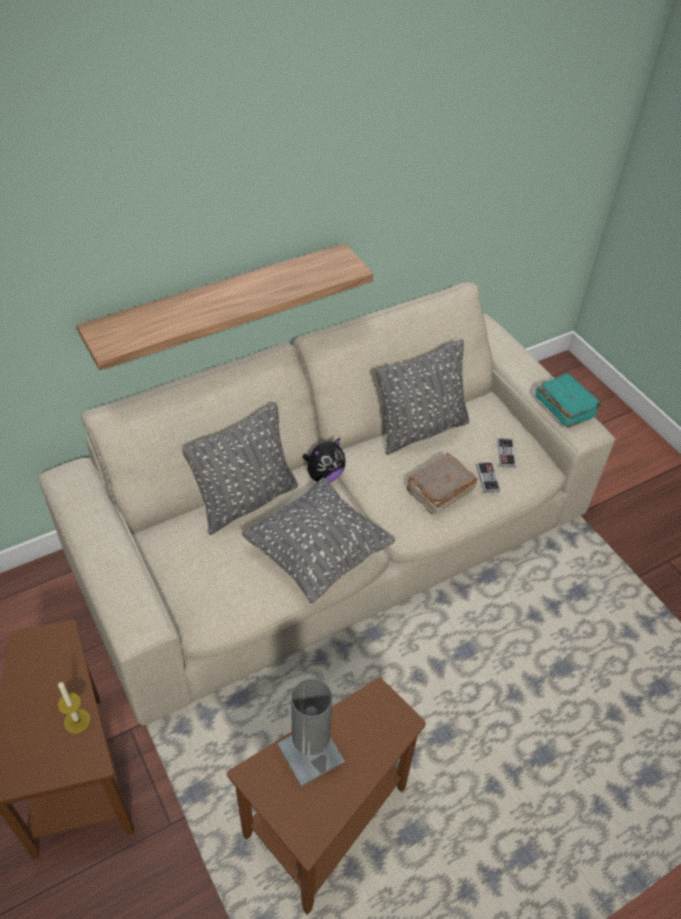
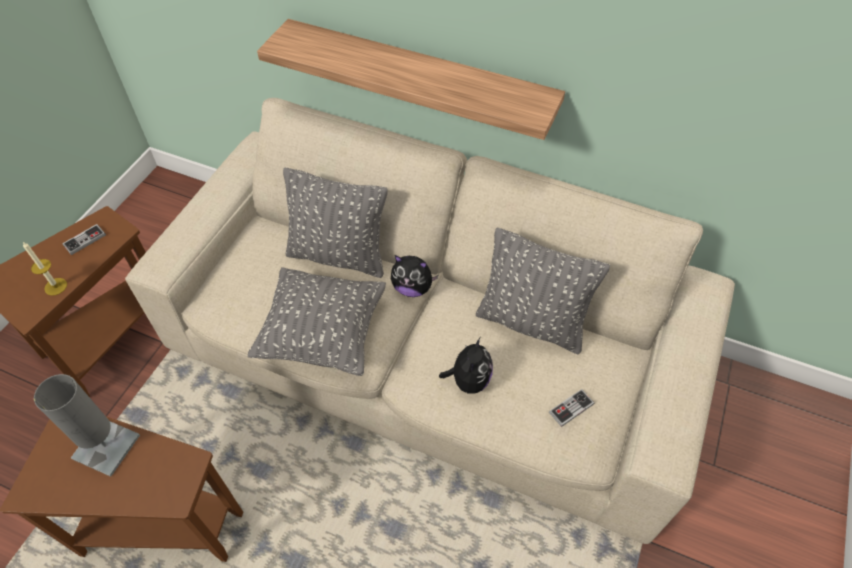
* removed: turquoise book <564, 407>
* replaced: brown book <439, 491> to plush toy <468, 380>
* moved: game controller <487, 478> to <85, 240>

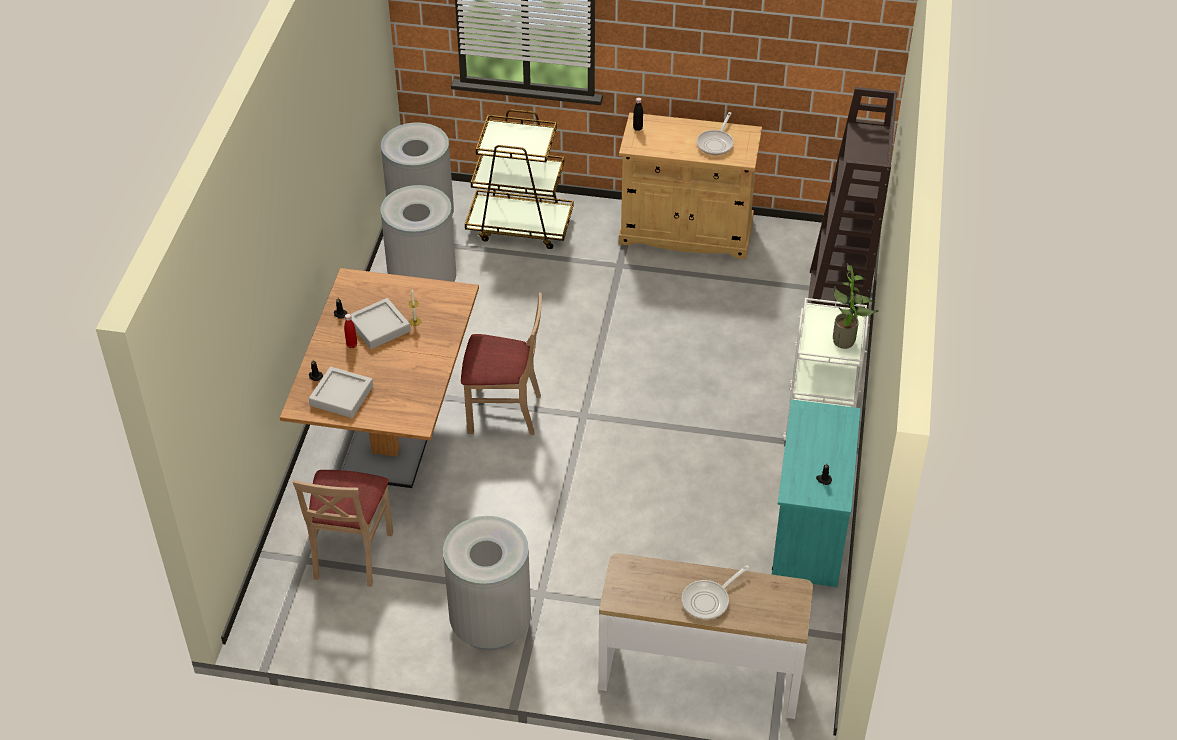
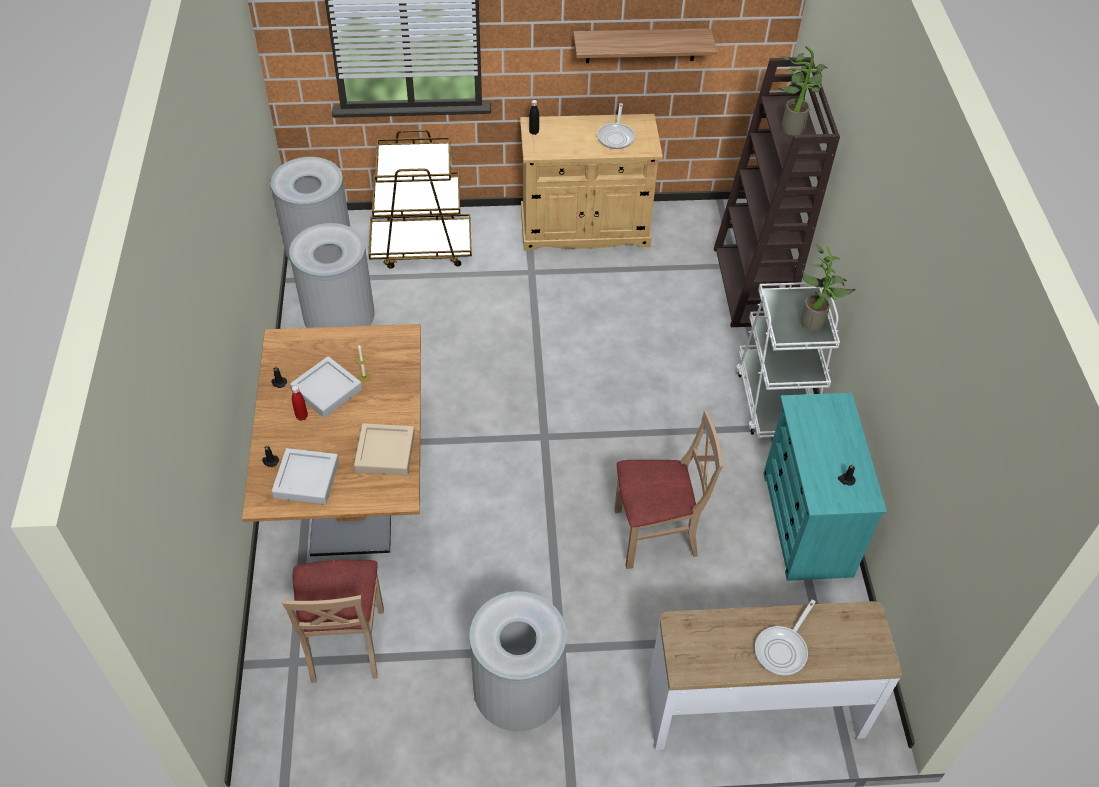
* moved: beige chair <504, 412> to <655, 534>
* added: shelf <641, 45>
* added: potted plant <793, 126>
* added: beige tray <385, 453>

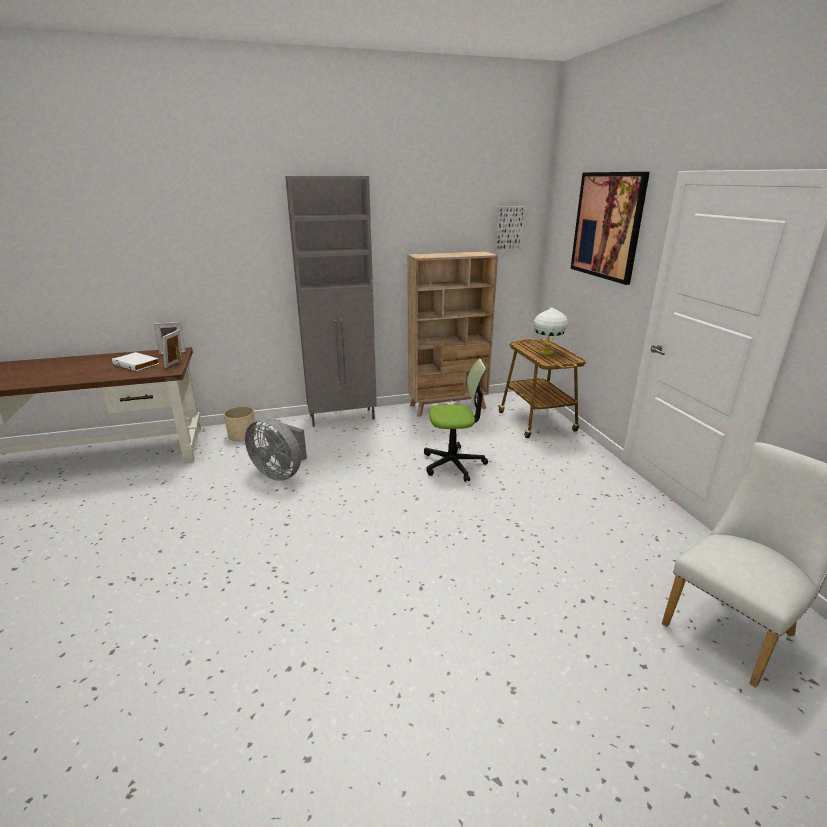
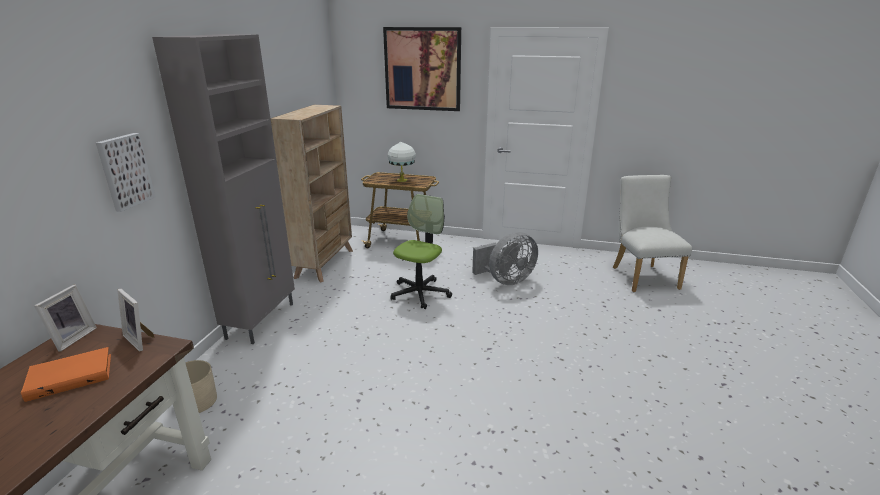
* moved: picture <508, 228> to <124, 171>
* recoloured: white book <137, 364> to orange book <71, 376>
* moved: grey fan <280, 473> to <506, 280>

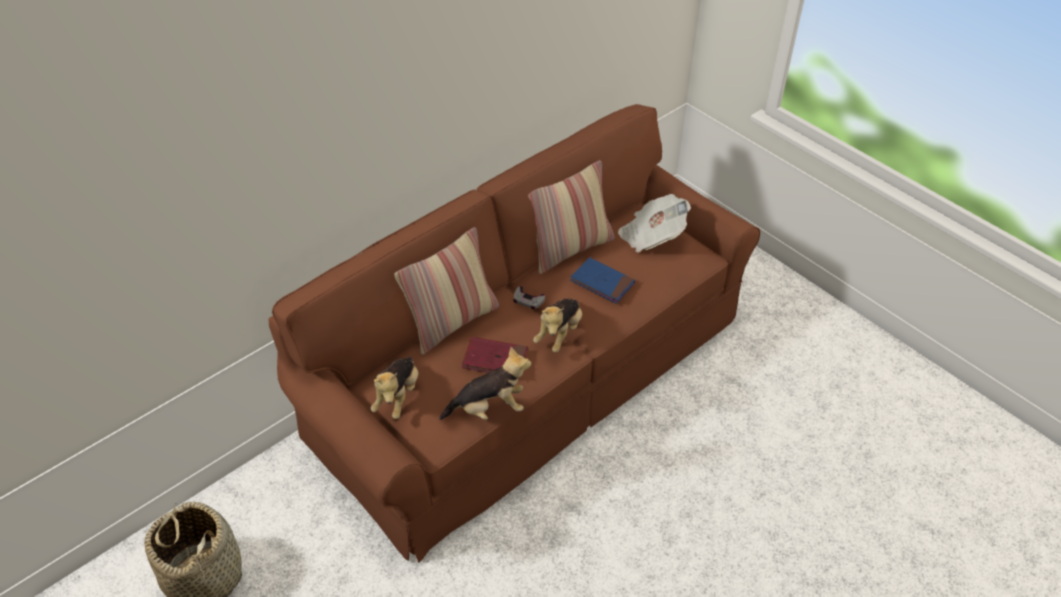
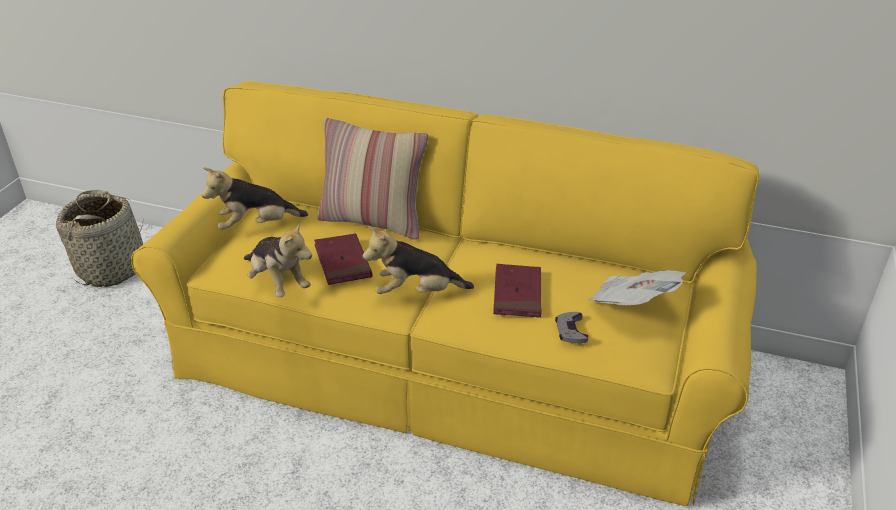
* recoloured: brown sofa <530, 376> to yellow sofa <449, 362>
* removed: pillow <569, 249>
* recoloured: blue book <602, 282> to red book <517, 293>
* moved: grey game controller <528, 300> to <570, 330>

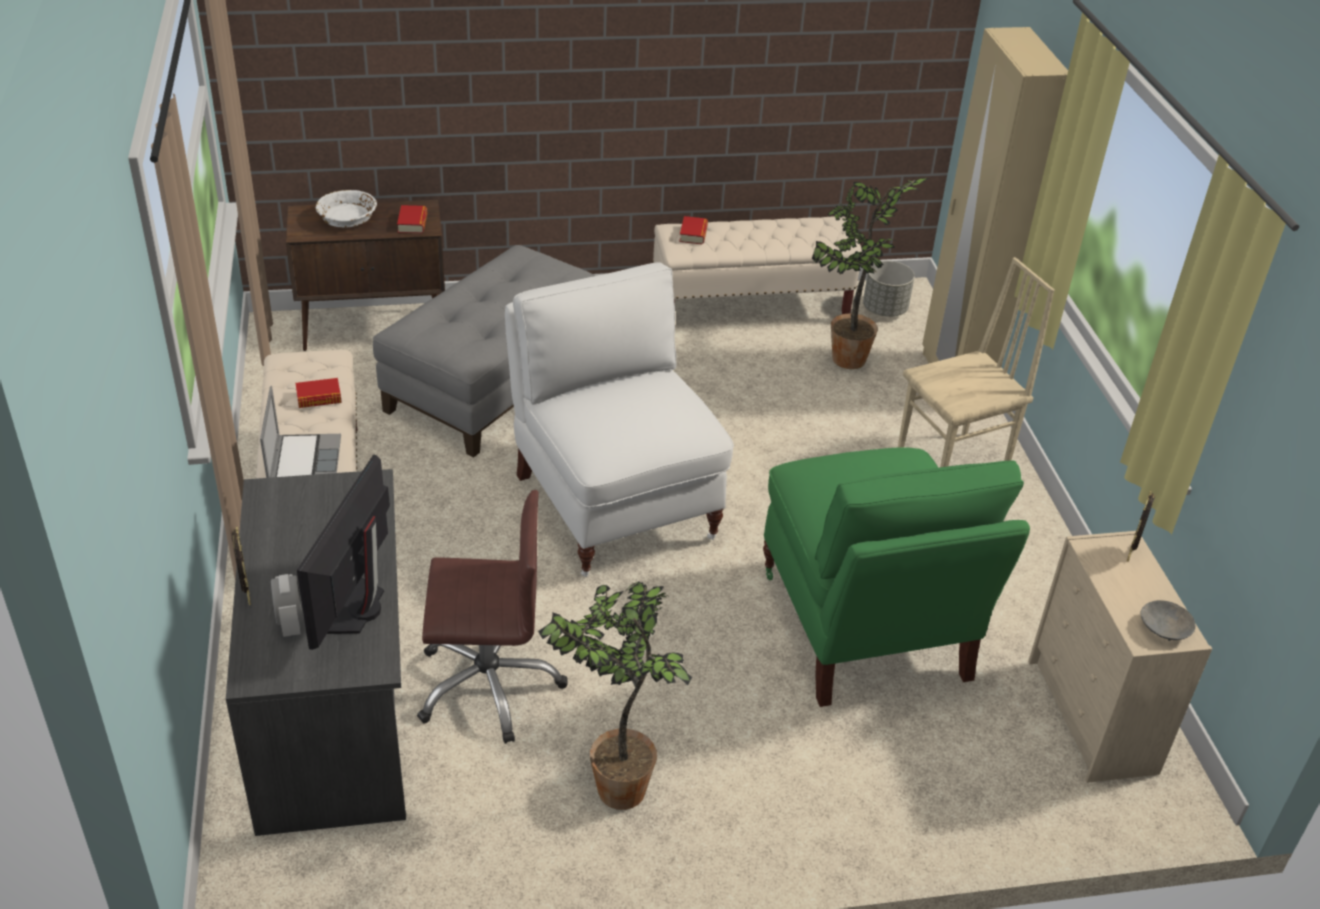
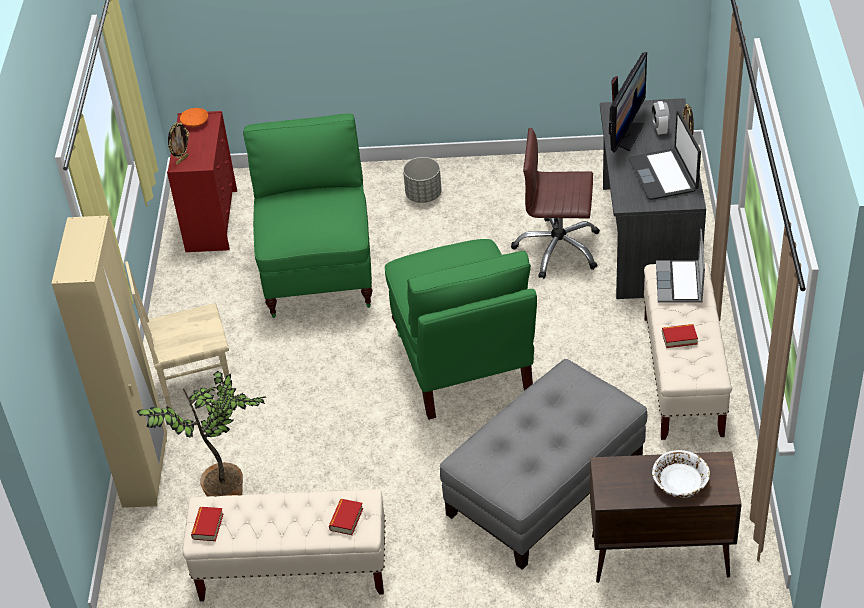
* moved: book <412, 223> to <208, 526>
* moved: grey planter <885, 309> to <423, 195>
* recoloured: white chair <614, 505> to green chair <463, 364>
* recoloured: beige dresser <1092, 717> to red dresser <211, 220>
* removed: potted plant <615, 786>
* recoloured: grey bowl <1165, 628> to orange bowl <194, 122>
* added: laptop <664, 175>

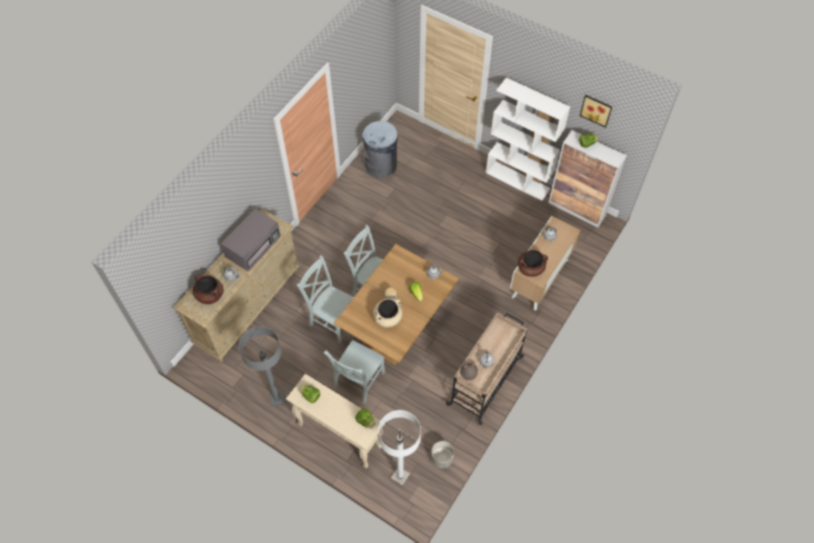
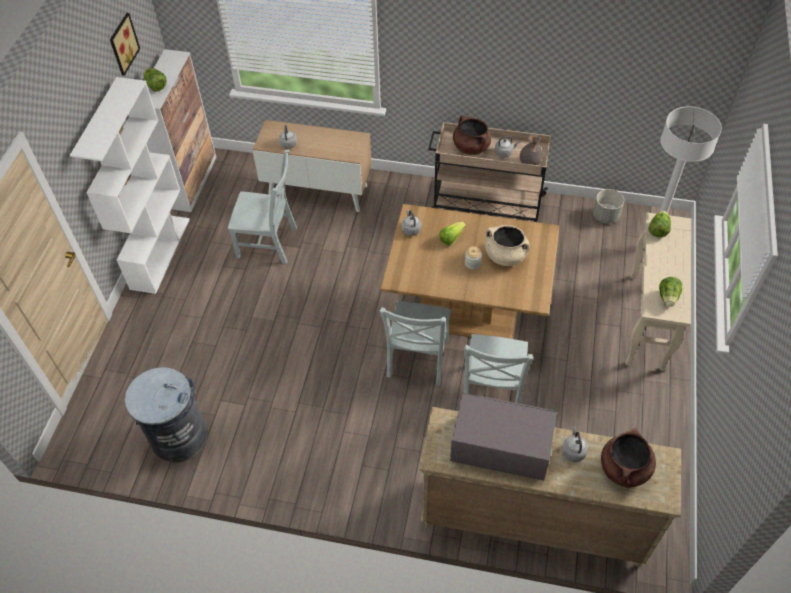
* moved: brown cooking pot <530, 268> to <470, 147>
* removed: grey floor lamp <277, 399>
* moved: grey chair <358, 381> to <270, 243>

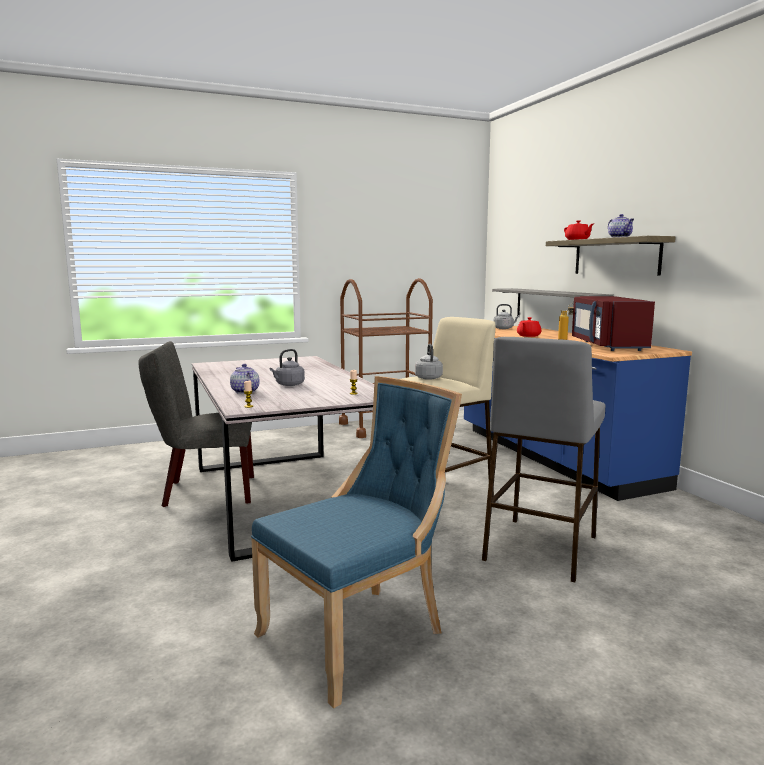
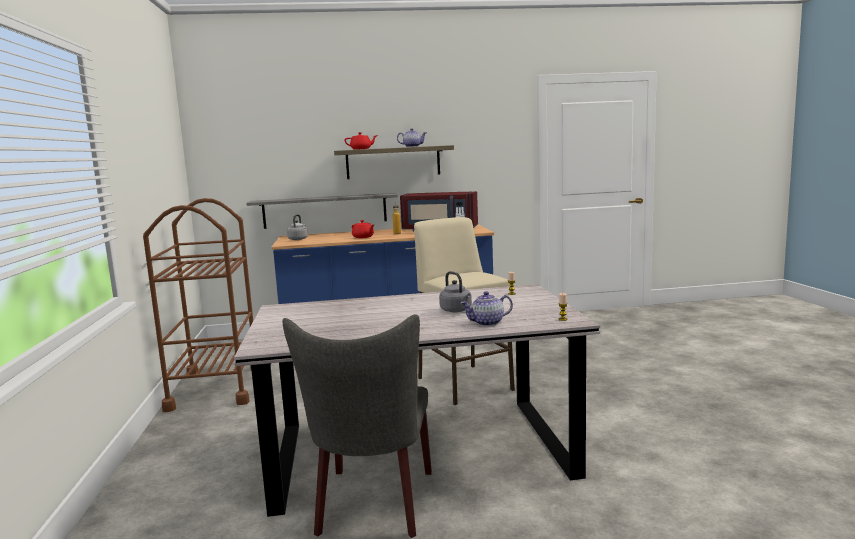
* removed: grey stool <540, 548>
* removed: grey kettle <428, 378>
* removed: blue chair <359, 634>

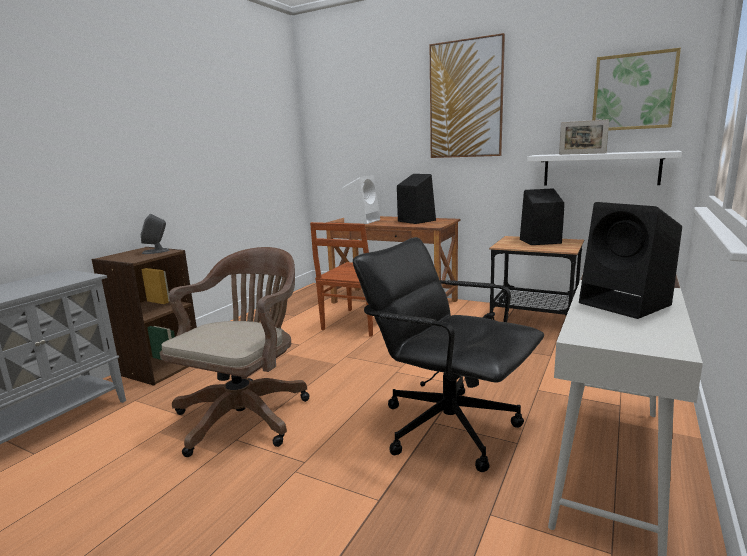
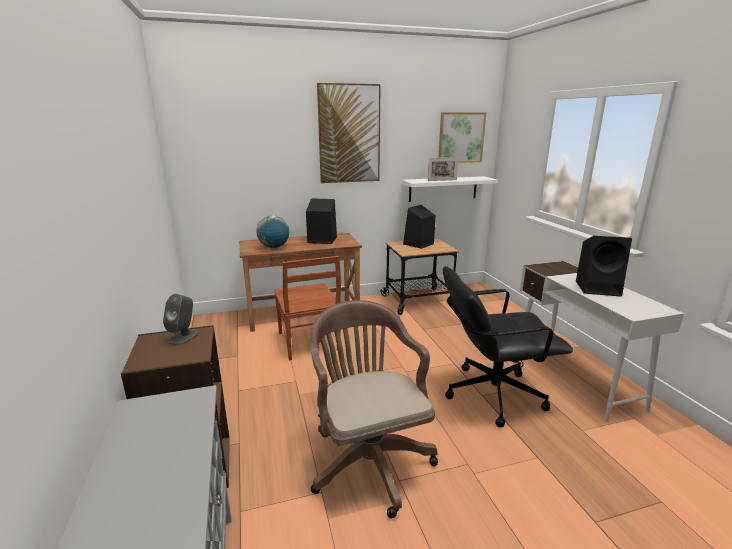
* replaced: white speaker <362, 221> to globe <274, 247>

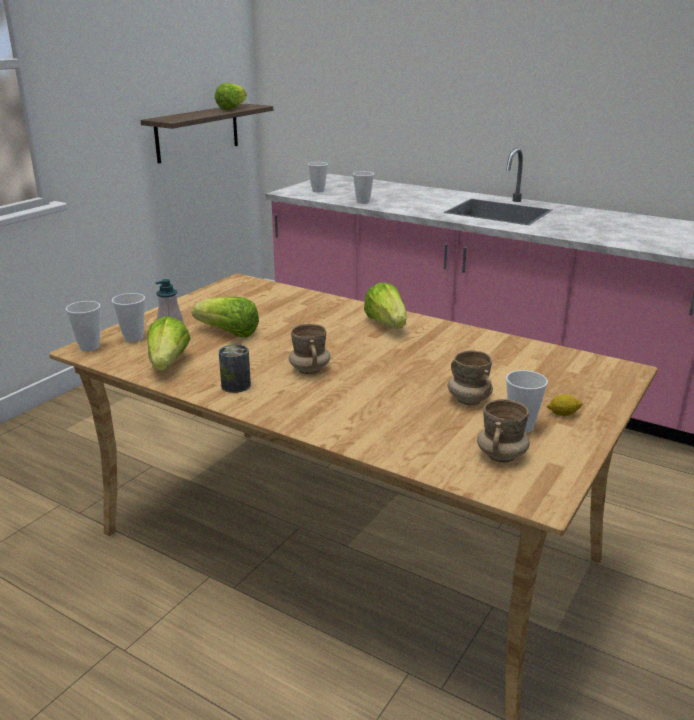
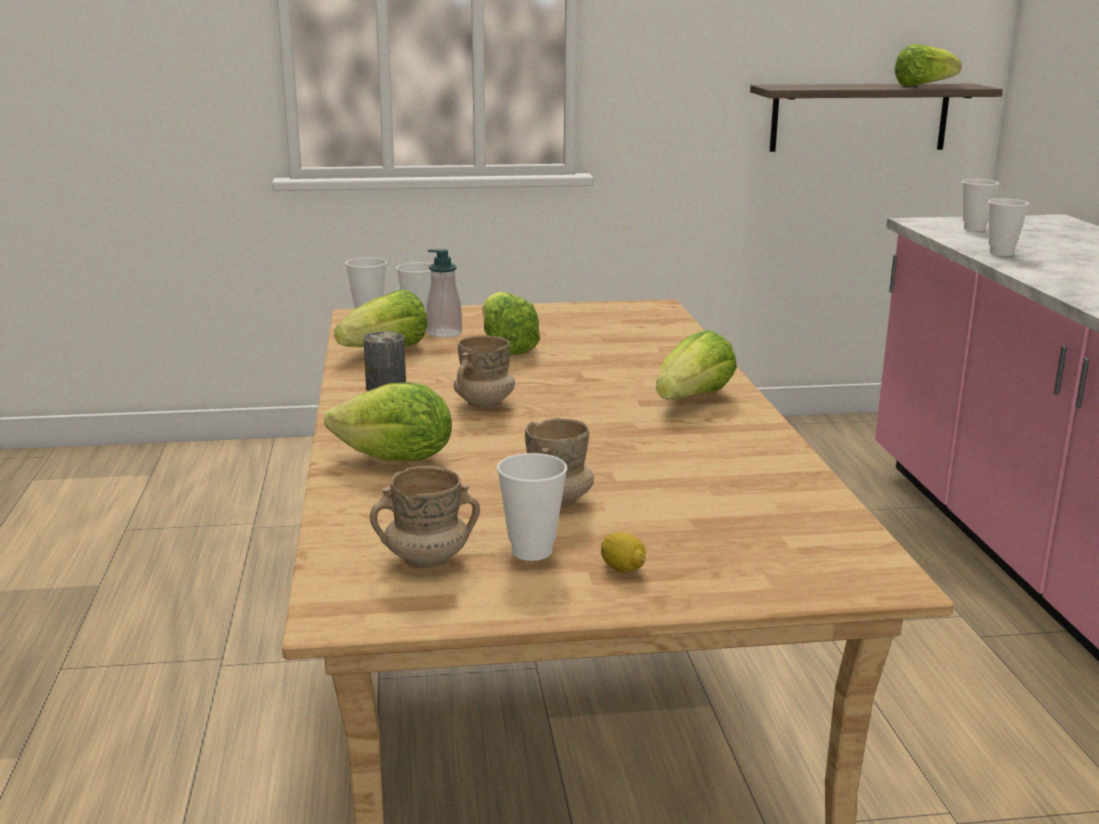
* added: lettuce <396, 460>

